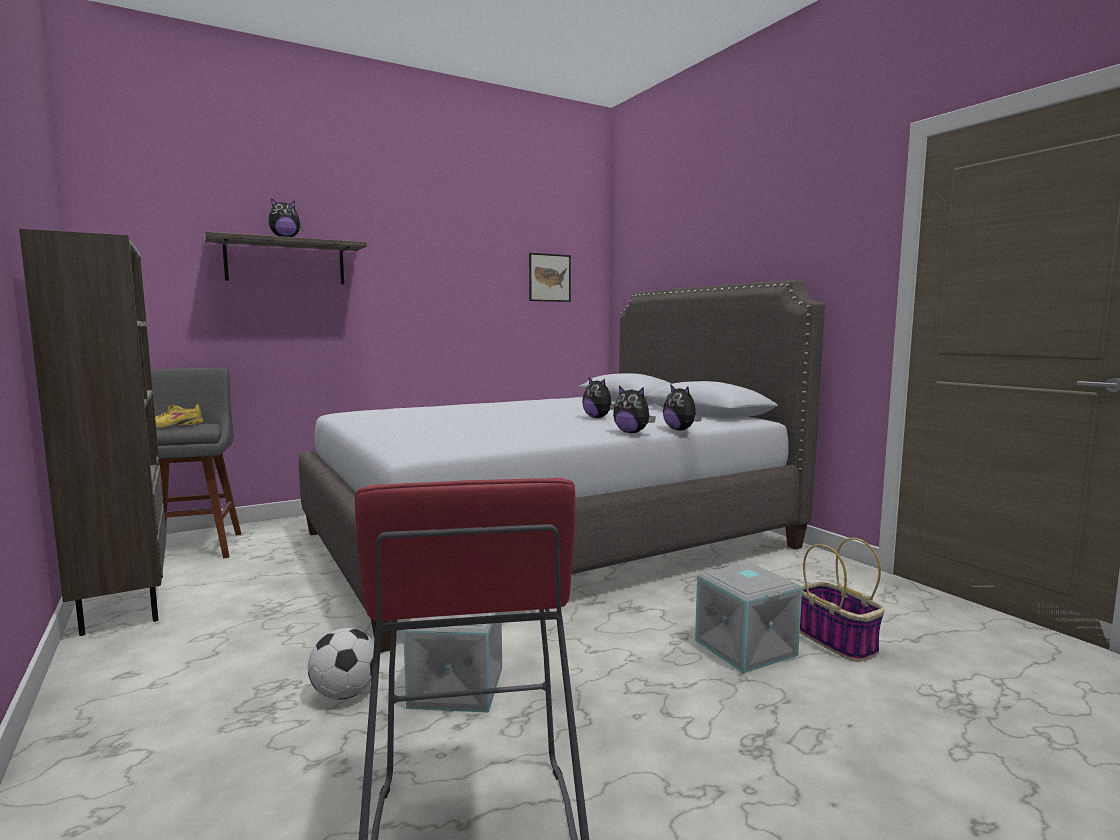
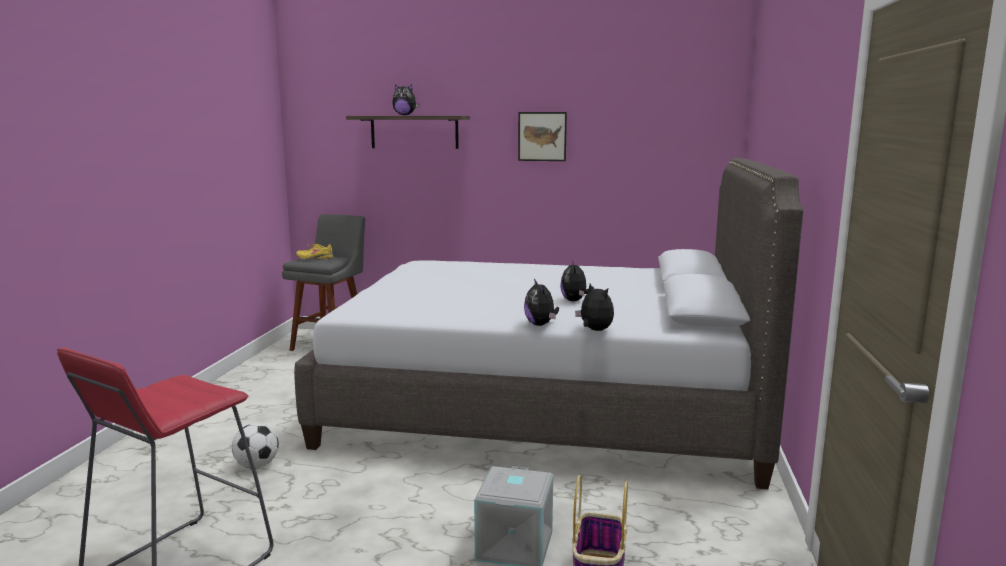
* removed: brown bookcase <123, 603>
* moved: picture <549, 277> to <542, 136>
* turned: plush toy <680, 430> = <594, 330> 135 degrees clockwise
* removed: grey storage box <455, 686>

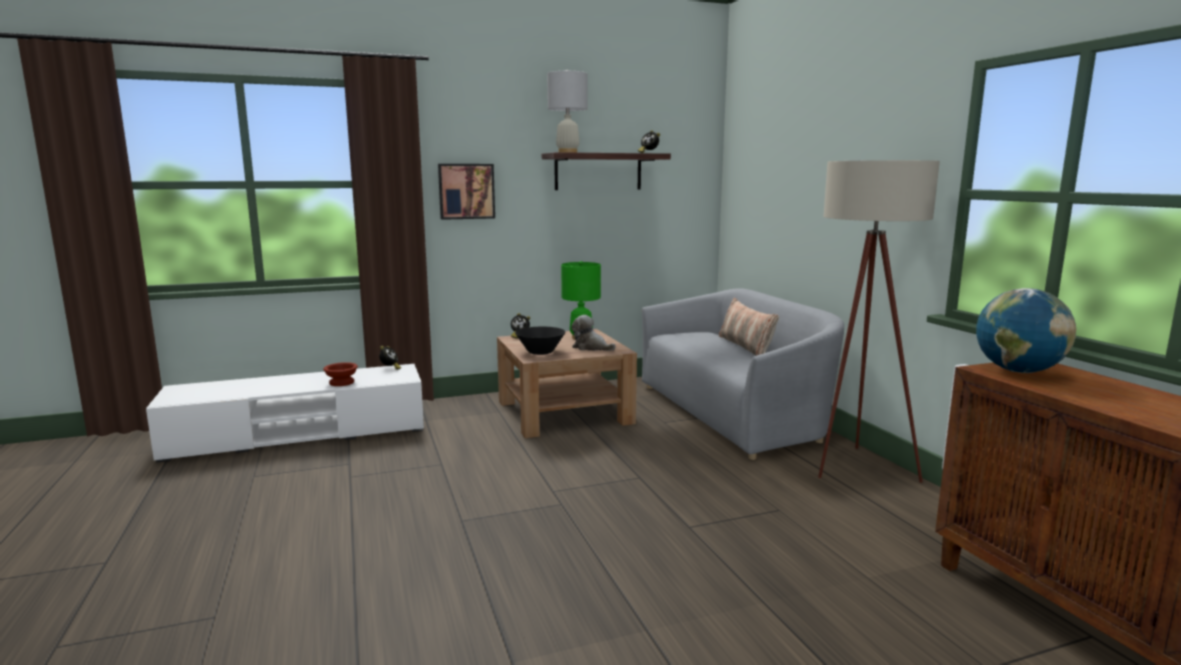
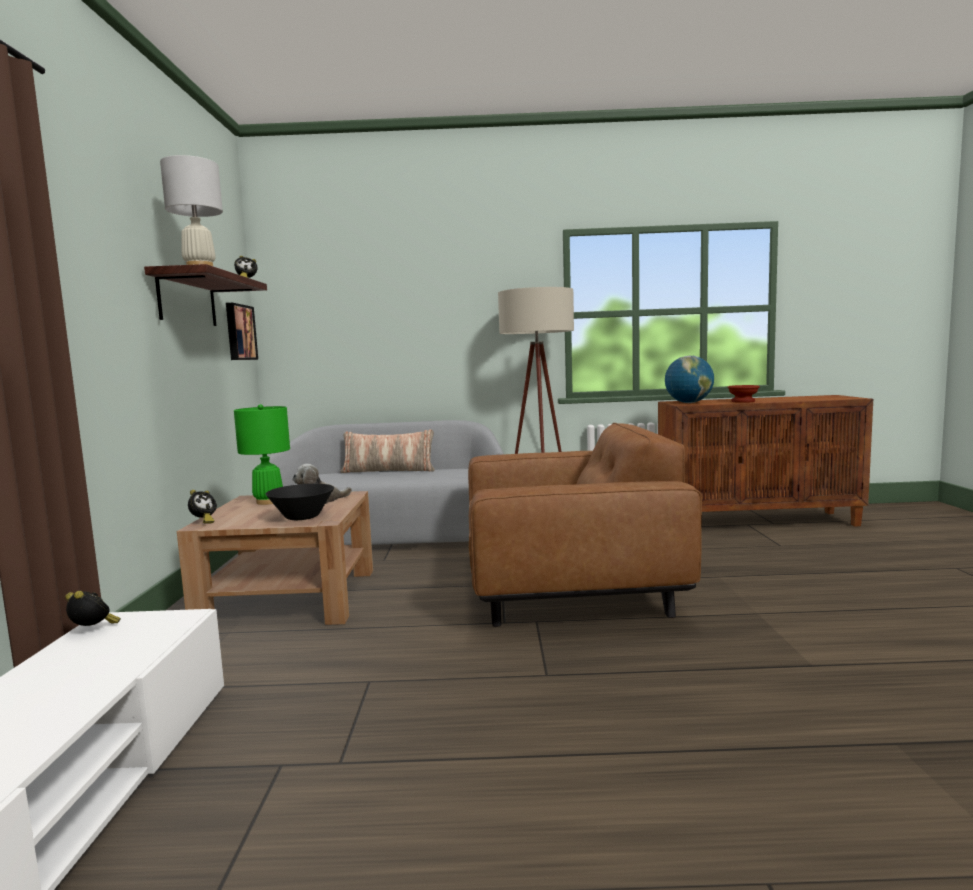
* moved: picture <466, 191> to <239, 332>
* moved: brown bowl <341, 382> to <742, 401>
* added: brown armchair <568, 588>

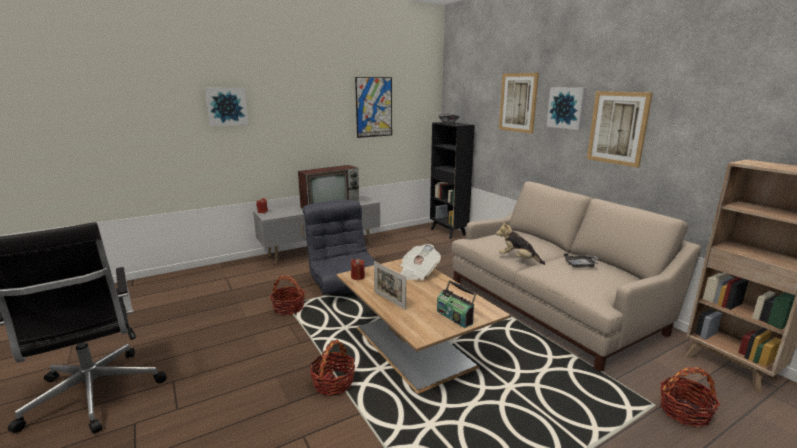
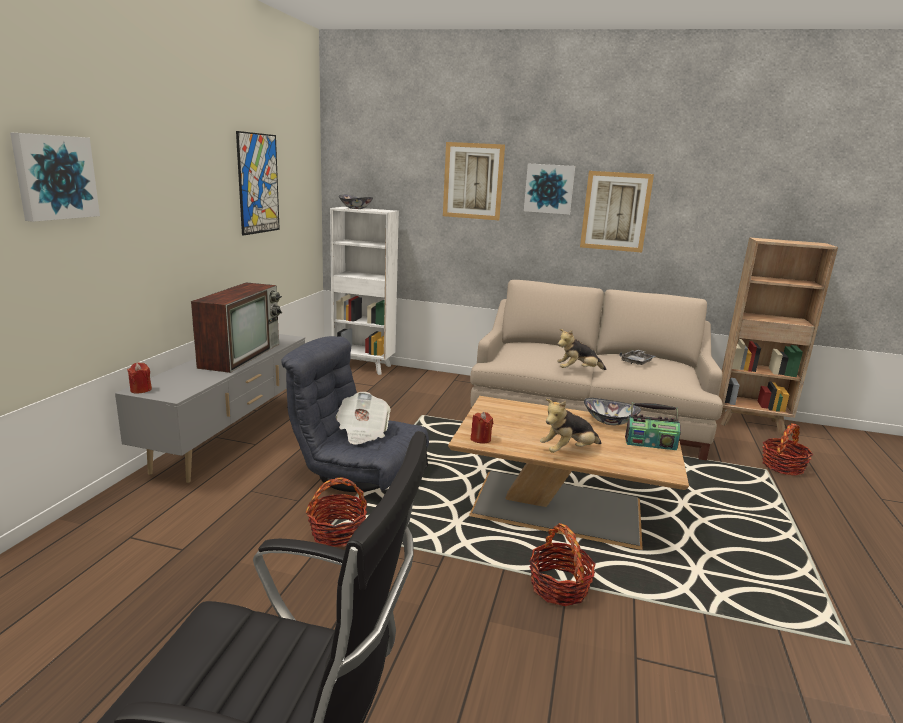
* recoloured: black bookcase <448, 232> to white bookcase <364, 367>
* moved: newspaper <417, 273> to <362, 432>
* replaced: picture frame <389, 300> to plush toy <568, 451>
* added: bowl <609, 422>

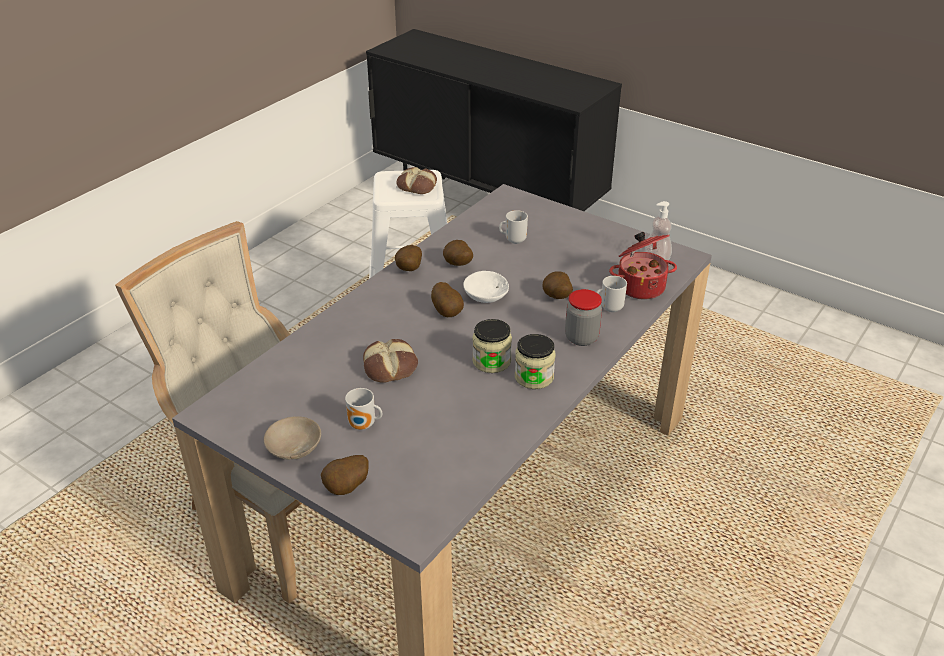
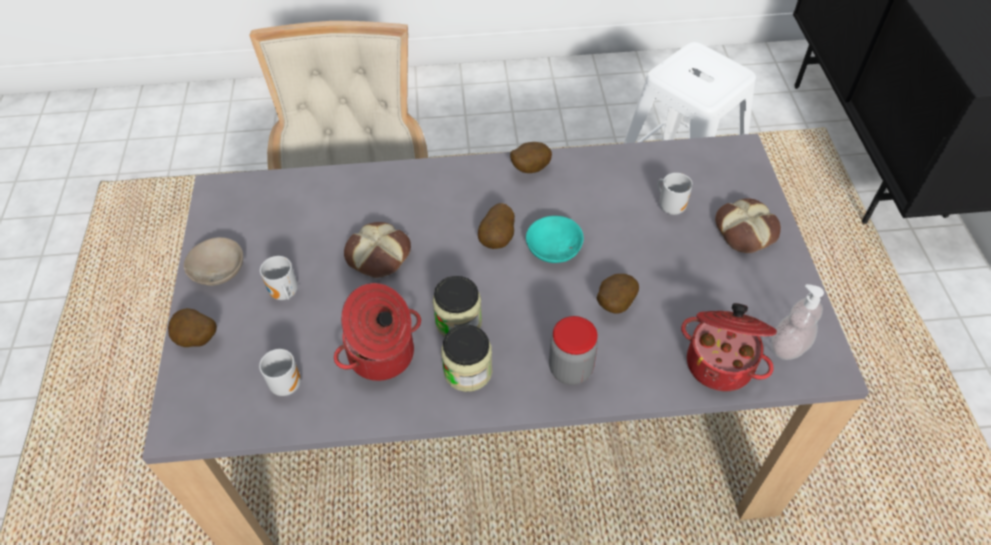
* moved: bread <417, 185> to <746, 230>
* removed: potato <457, 265>
* recoloured: white bowl <484, 296> to turquoise bowl <553, 247>
* moved: mug <609, 308> to <286, 383>
* added: cooking pot <382, 355>

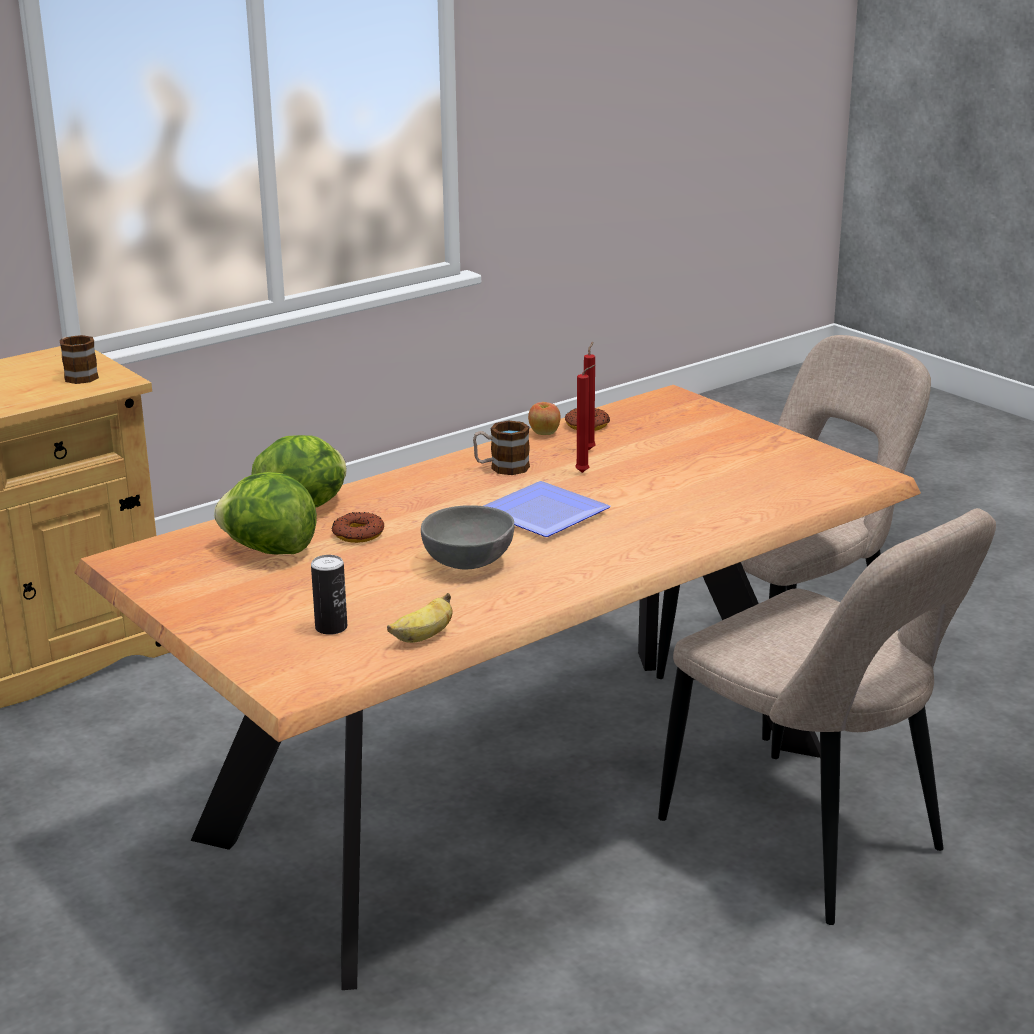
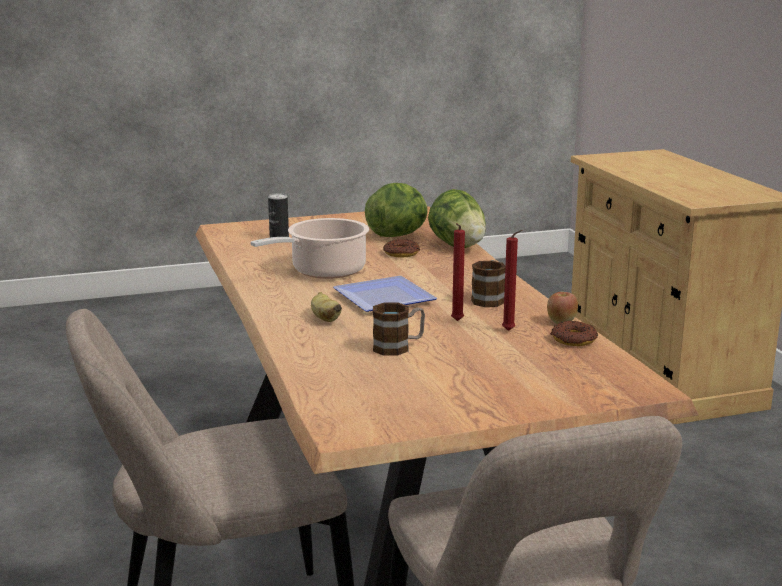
* moved: mug <77, 376> to <398, 347>
* replaced: grey bowl <470, 564> to cooking pot <324, 271>
* moved: banana <423, 637> to <325, 318>

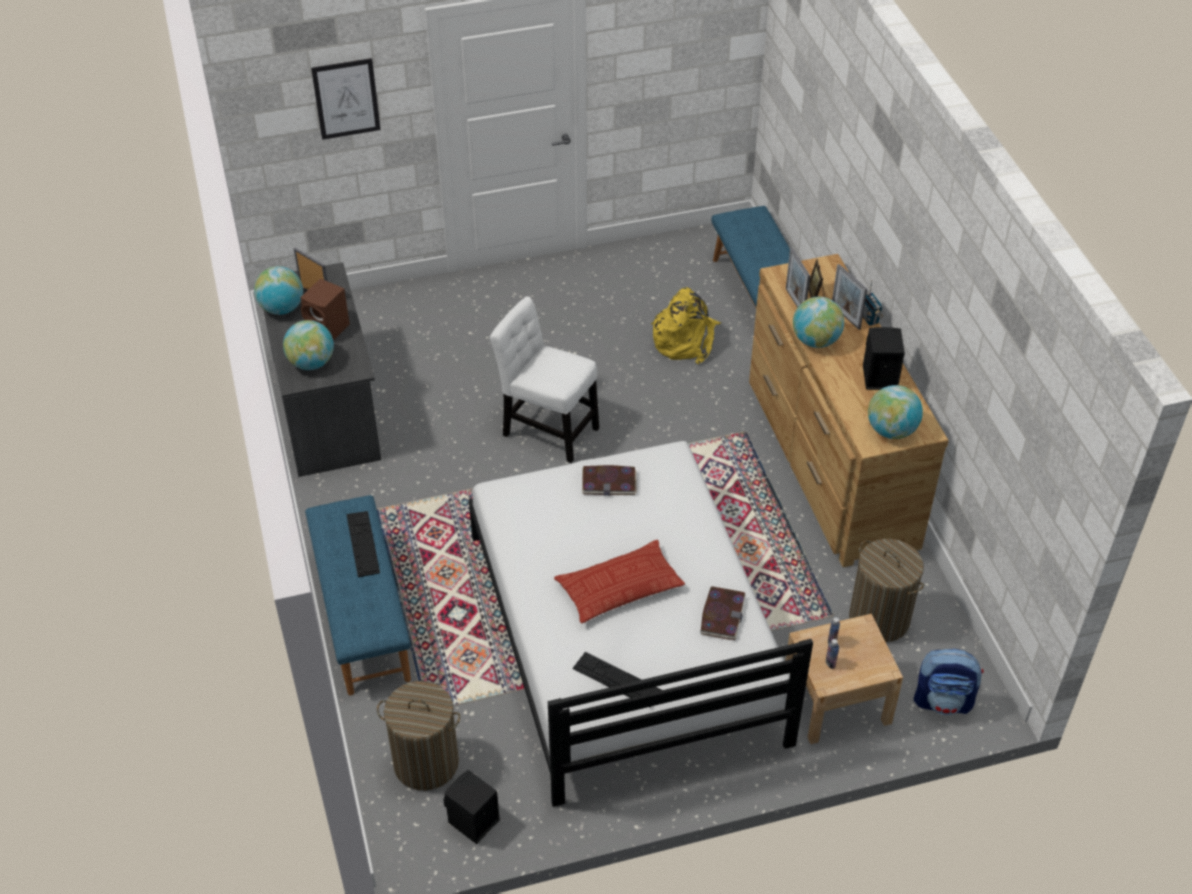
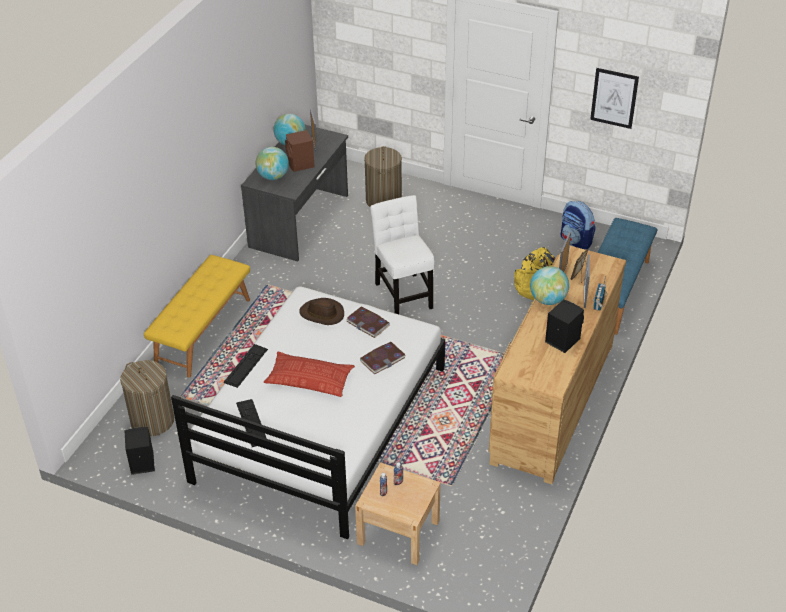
* moved: picture <346, 98> to <614, 98>
* removed: globe <891, 430>
* recoloured: blue bench <361, 614> to yellow bench <202, 331>
* moved: keyboard <363, 543> to <246, 365>
* moved: laundry basket <879, 618> to <383, 201>
* moved: book <722, 615> to <382, 359>
* moved: backpack <943, 701> to <576, 241>
* added: brown hat <322, 314>

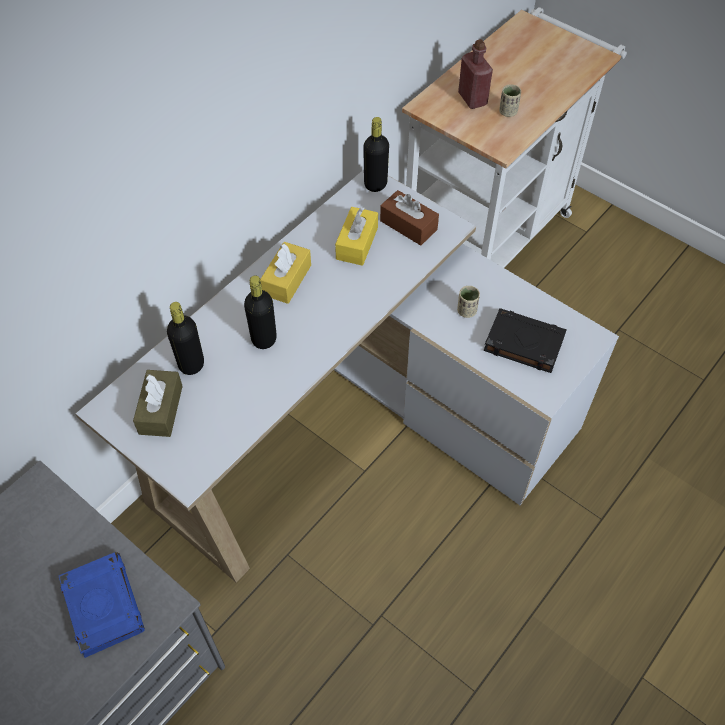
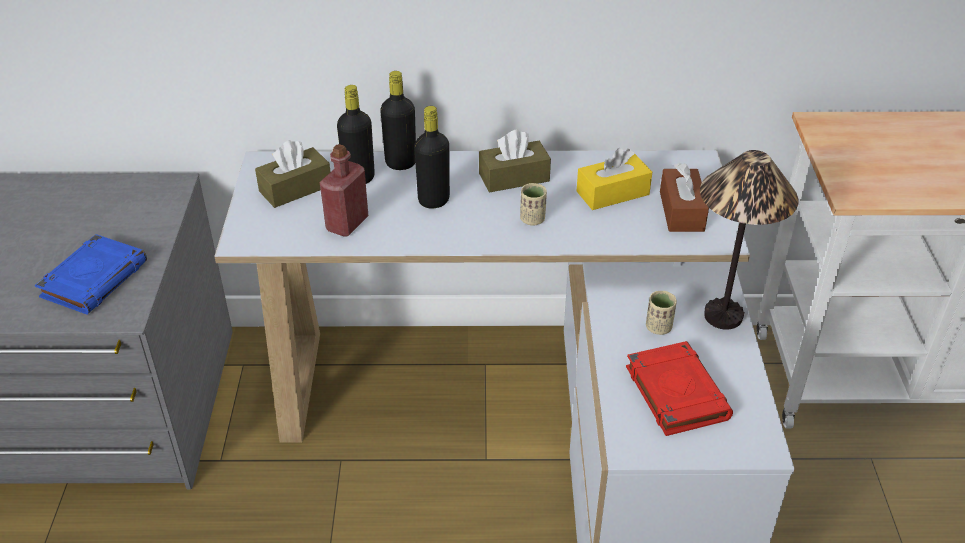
* moved: red bottle <472, 99> to <347, 224>
* moved: beige cup <508, 112> to <532, 219>
* moved: black bottle <375, 184> to <401, 163>
* recoloured: yellow tissue box <287, 280> to brown tissue box <514, 177>
* recoloured: black book <523, 343> to red book <675, 392>
* added: table lamp <724, 317>

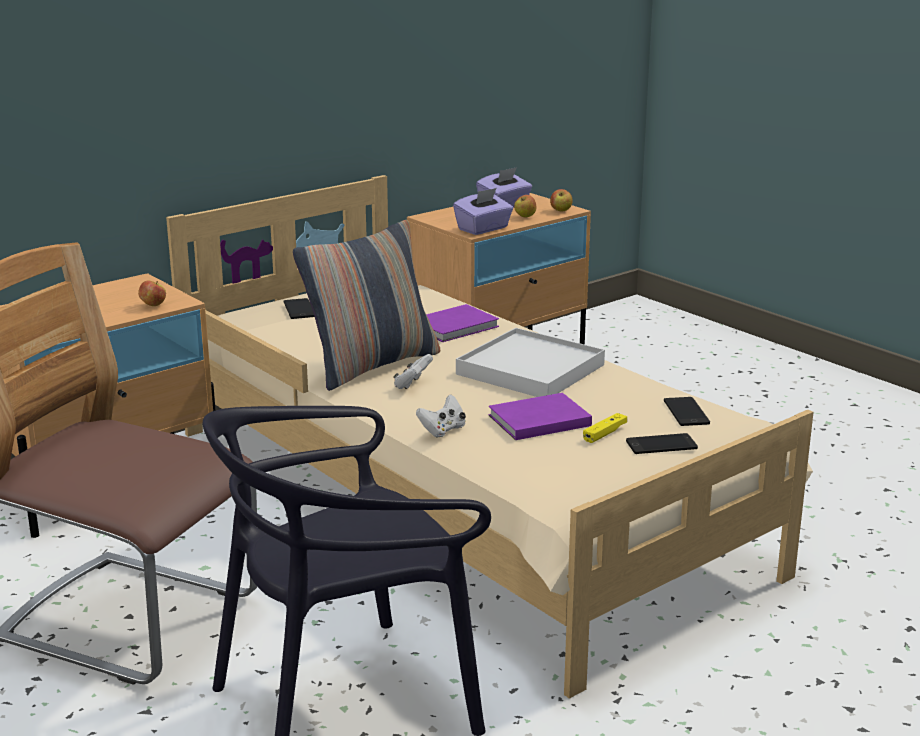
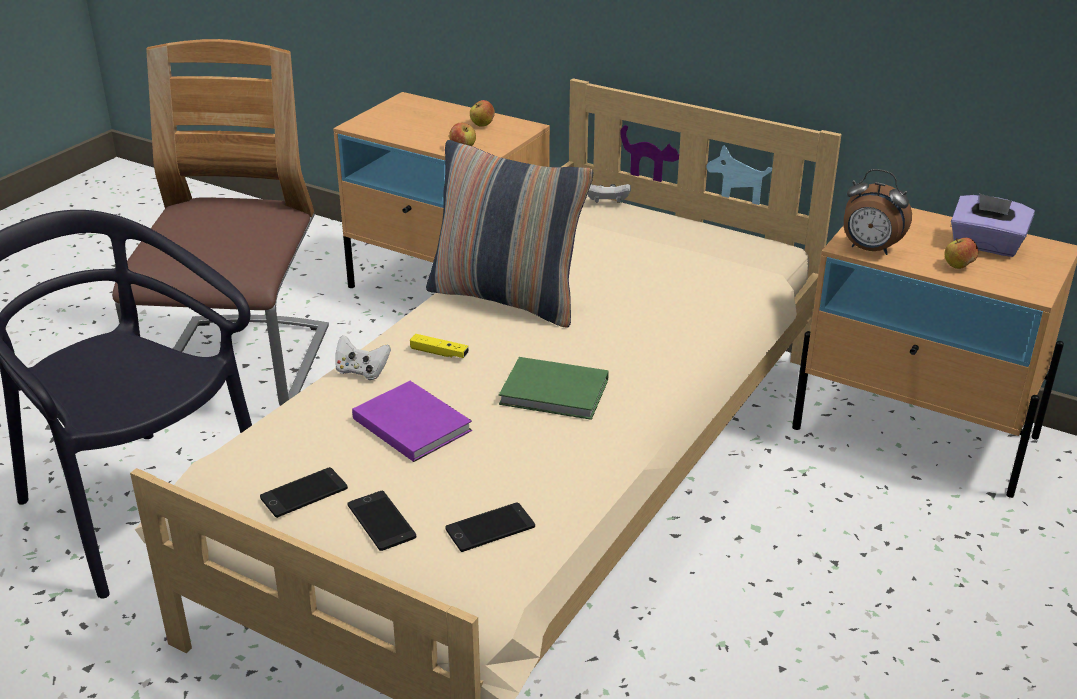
* replaced: purple tissue box <483, 229> to alarm clock <869, 250>
* moved: apple <561, 210> to <482, 125>
* moved: phone <299, 309> to <304, 493>
* removed: purple book <457, 326>
* replaced: white tray <531, 369> to green book <556, 393>
* moved: white game controller <412, 384> to <607, 203>
* moved: yellow game controller <605, 433> to <439, 353>

